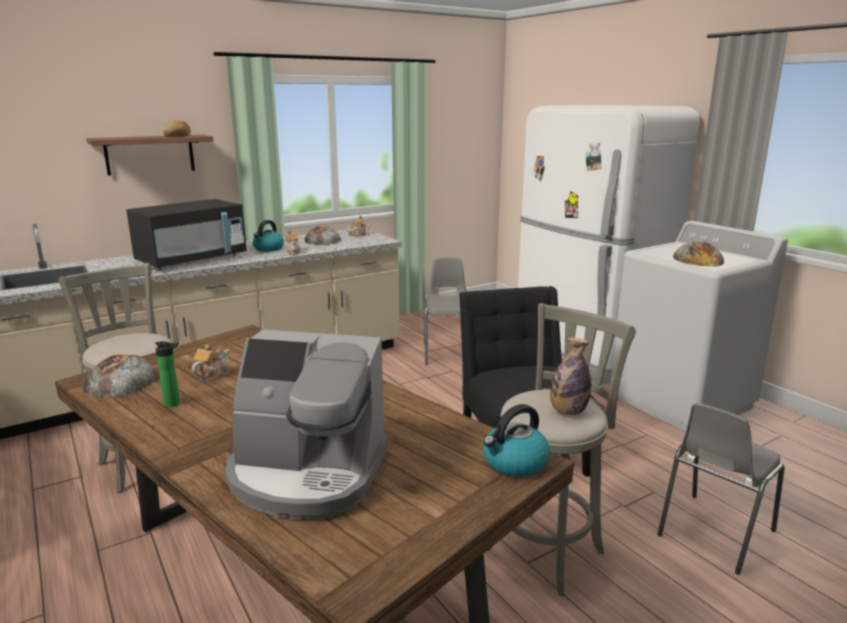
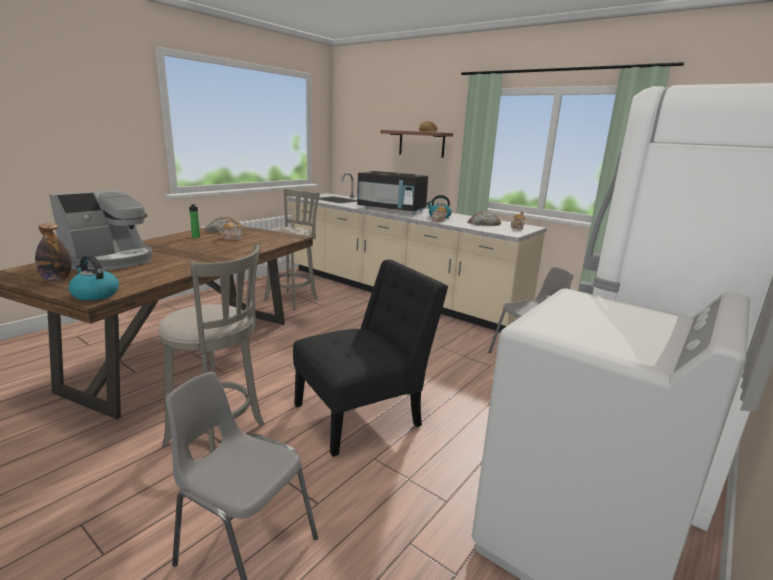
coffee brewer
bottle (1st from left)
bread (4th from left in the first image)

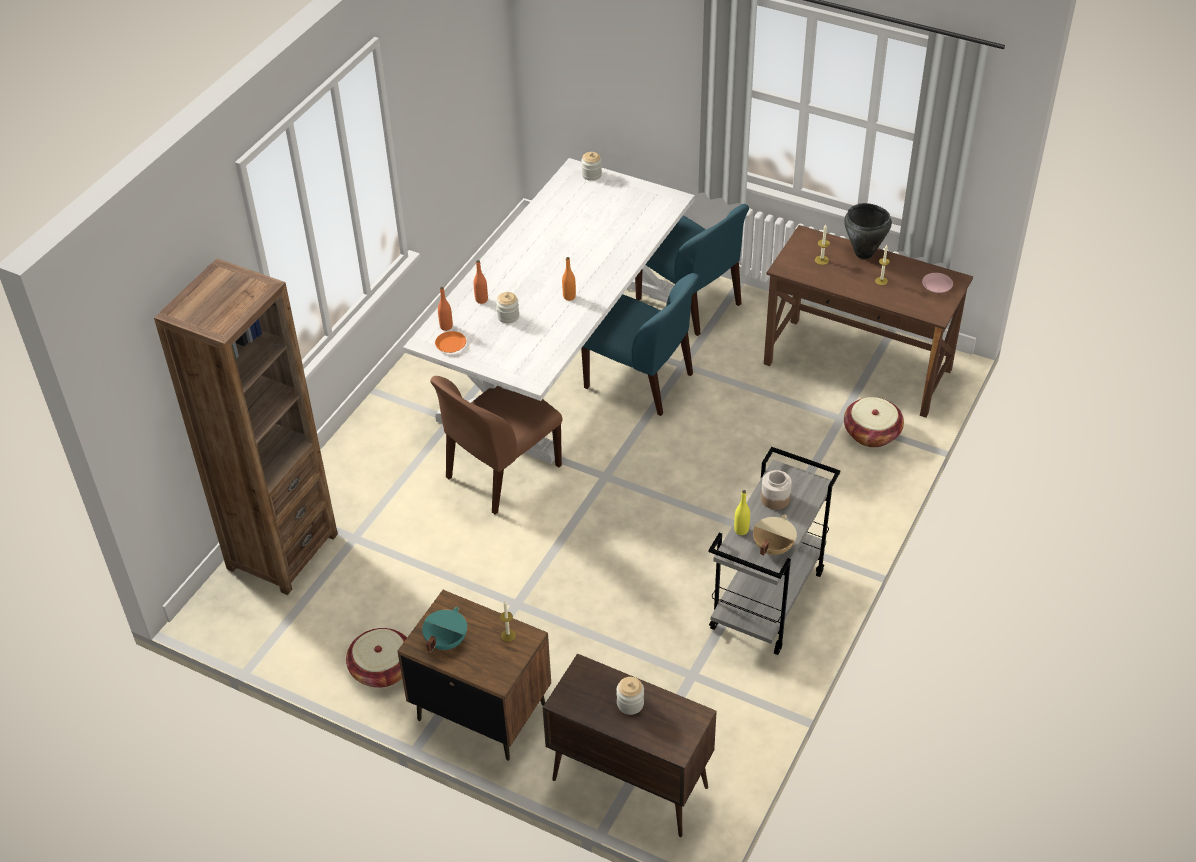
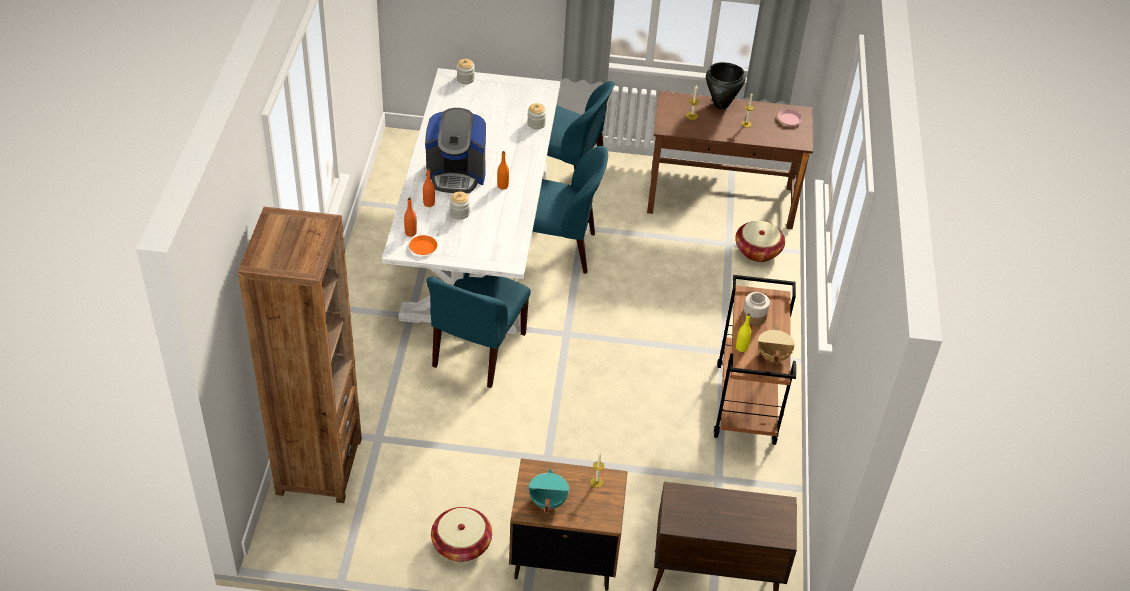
bluish chair (1st from left)
jar (3rd from left)
brown wheeled cart
coffee brewer

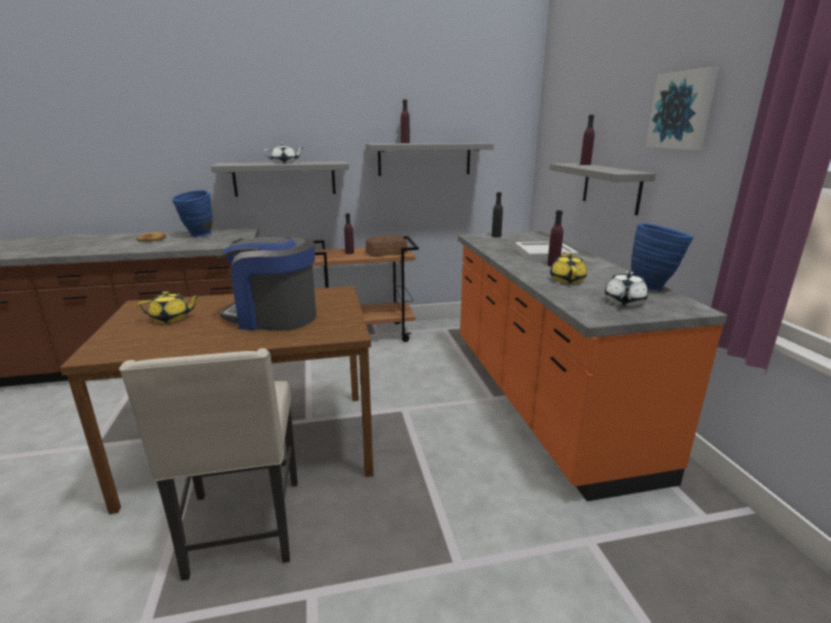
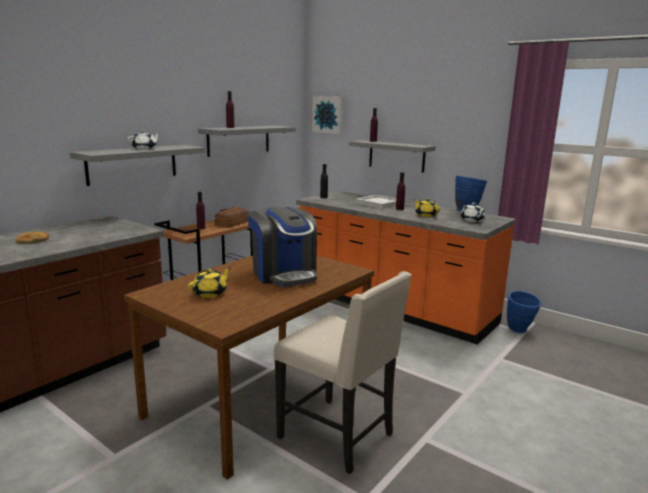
bluish decorative vase (2nd from left)
coffee brewer
wall art

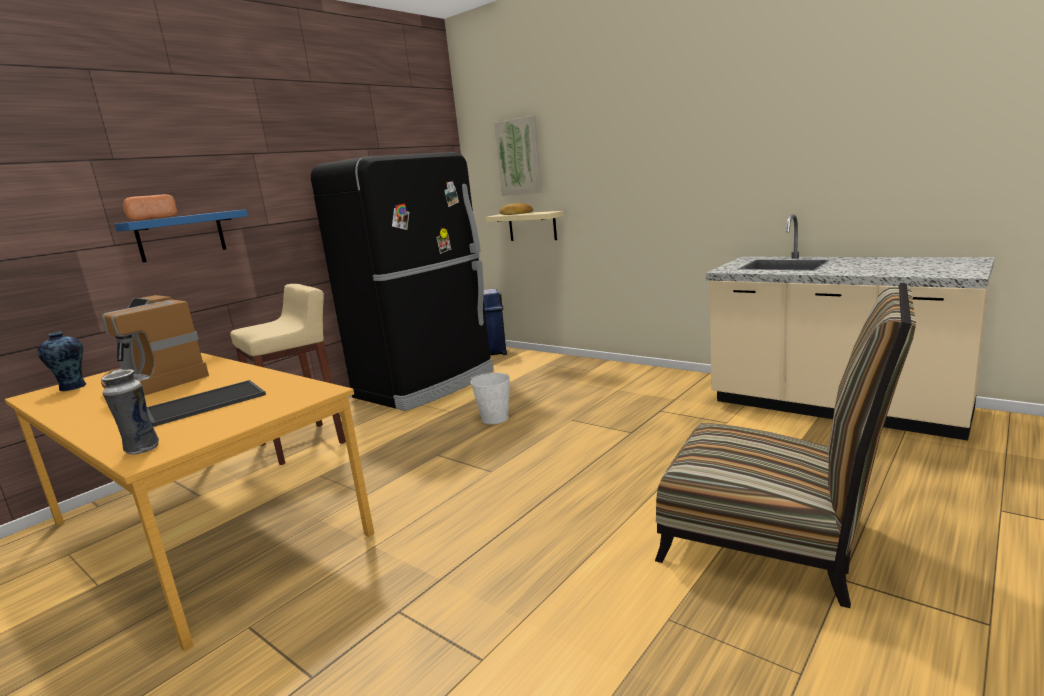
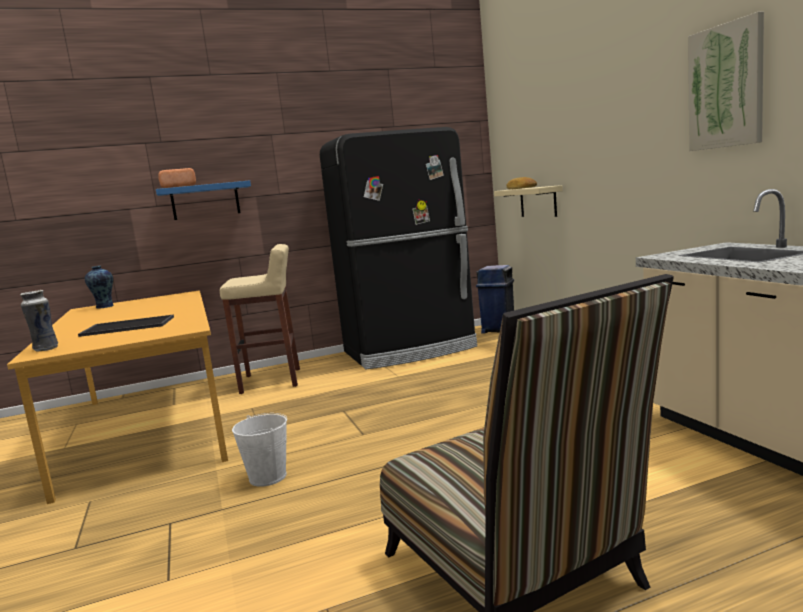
coffee brewer
white-coloured water bucket
wall art

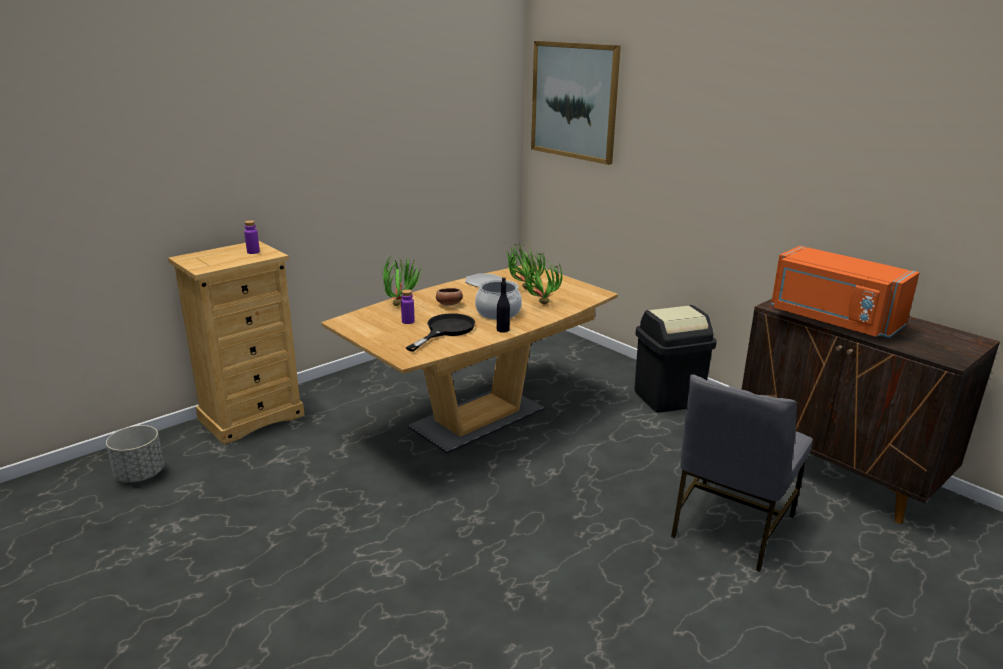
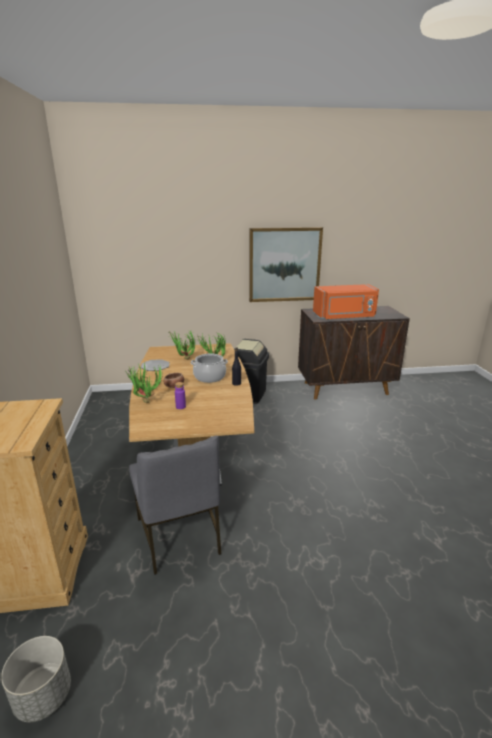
purple-coloured bottle (1st from left in the first image)
blackish skillet
wall art
greyish chair

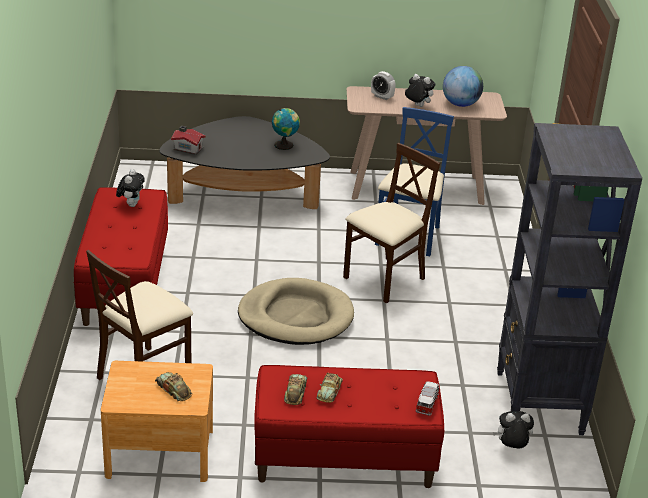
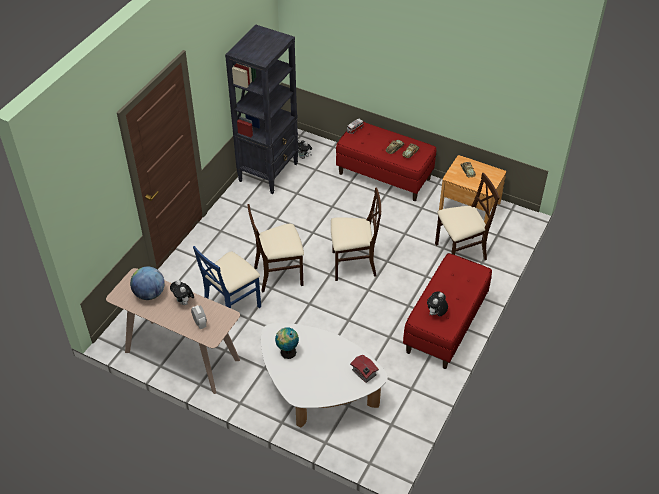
white-coloured coffee table
beige chair (2nd from left)

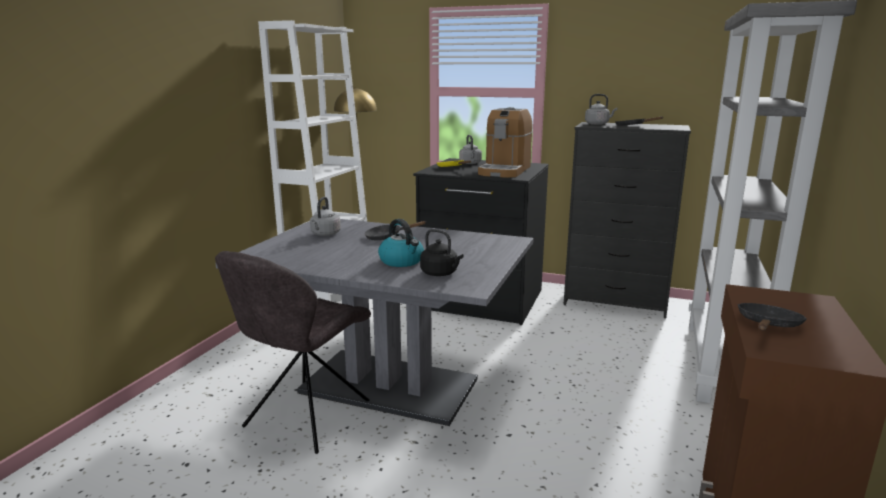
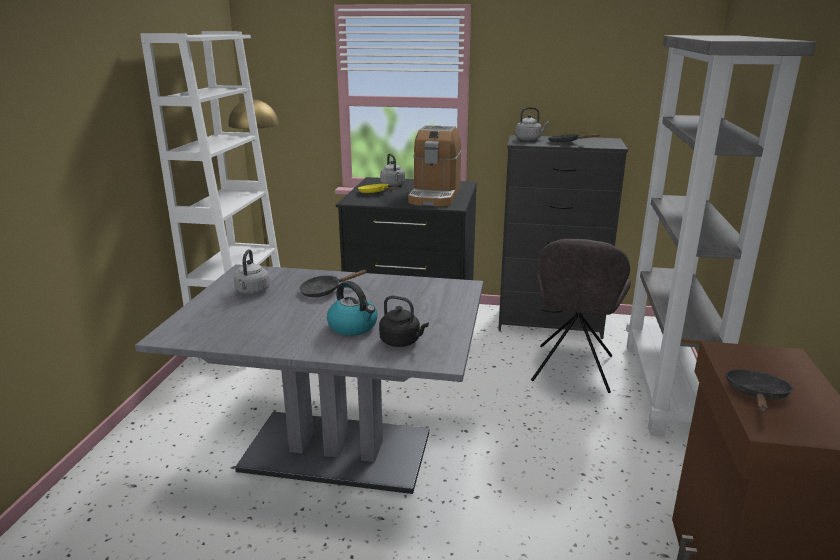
greyish chair

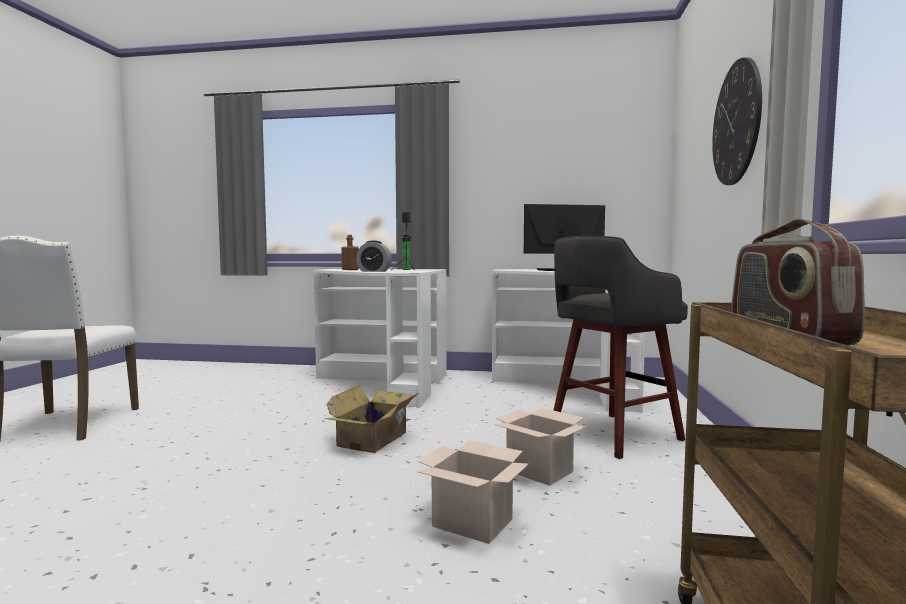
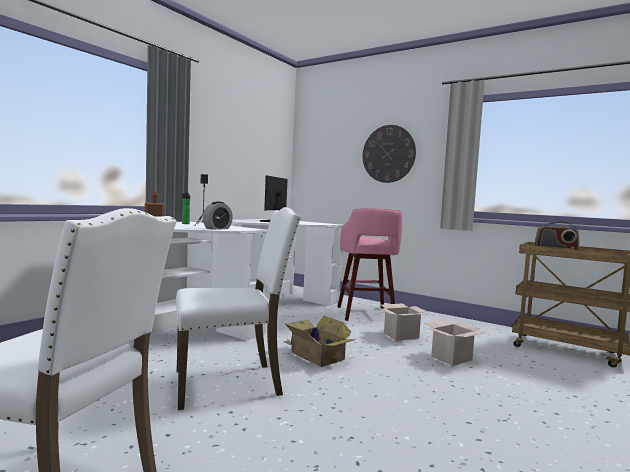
pink-coloured sitting stool
white-coloured chair (2nd from left)

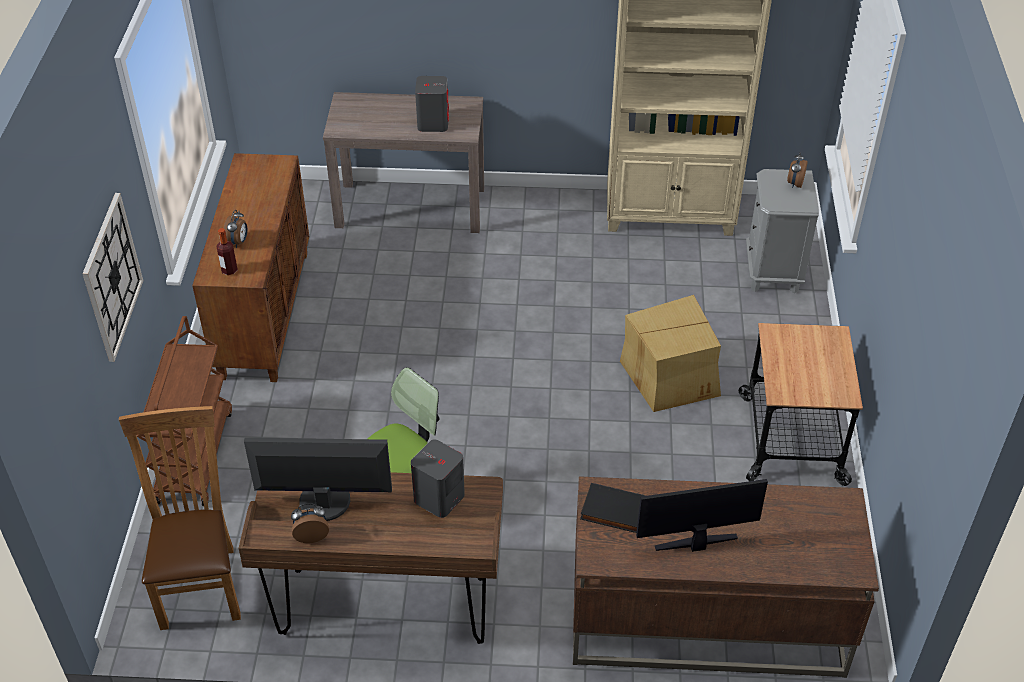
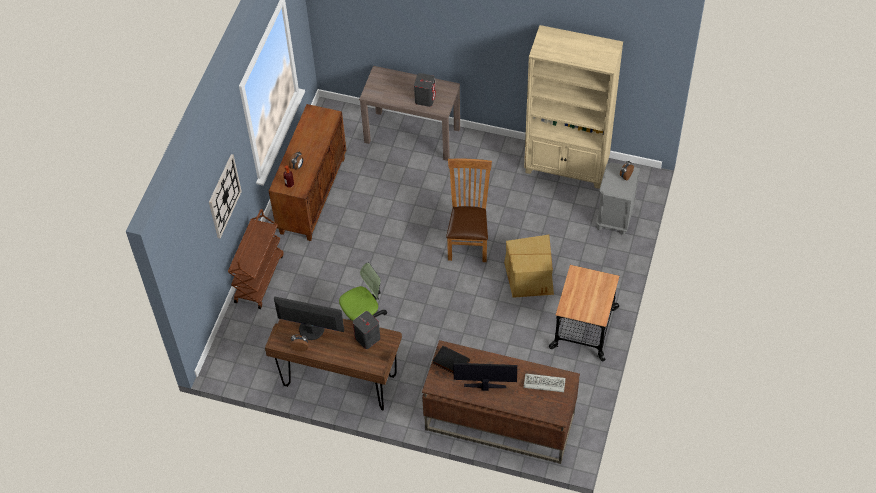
brown chair
computer keyboard

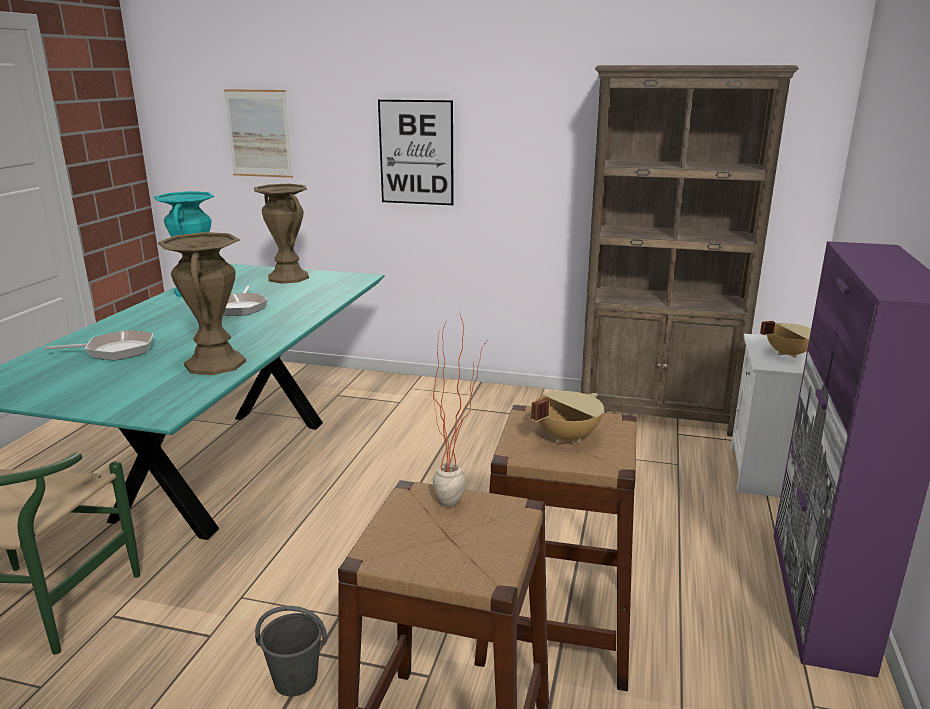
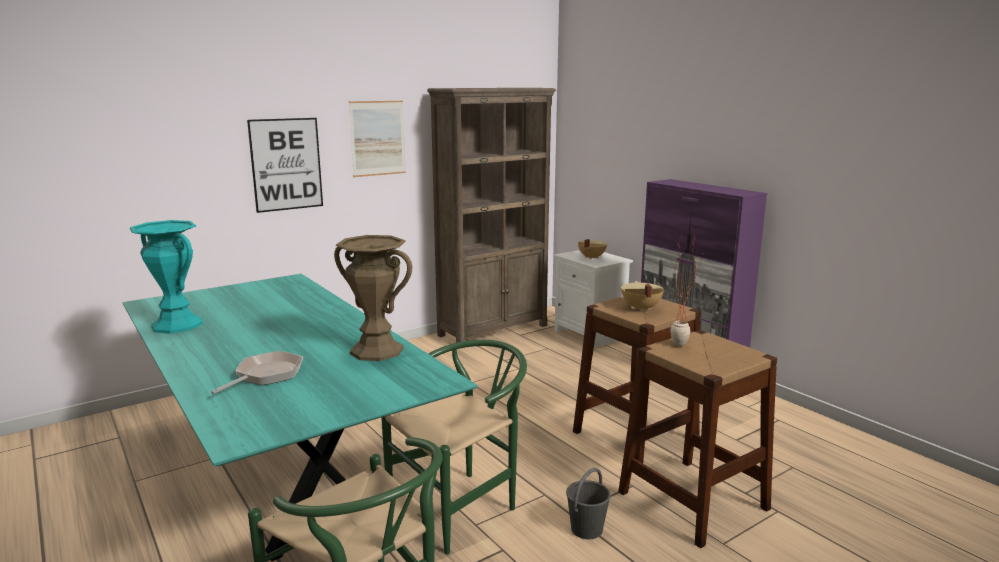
skillet (2nd from left in the first image)
wall art (2nd from left)
brown decorative vase (2nd from left in the first image)
greenish chair (2nd from left)

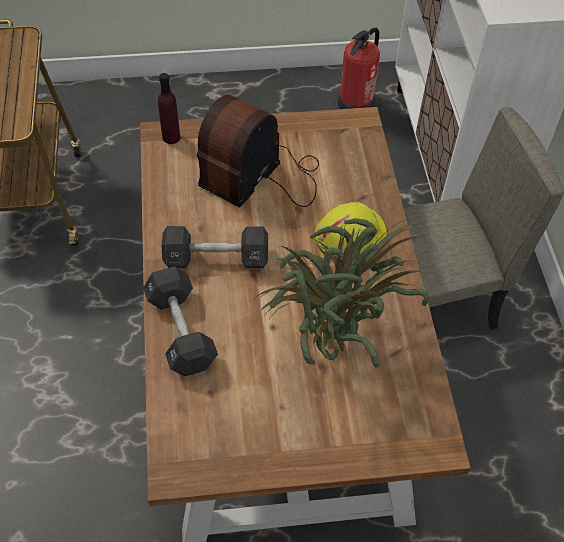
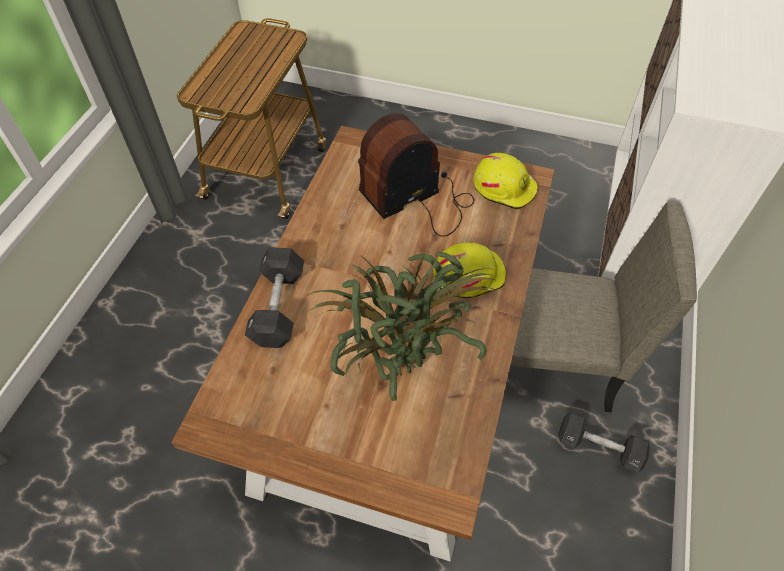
purple-coloured bottle
blackish dumbbell (2nd from left)
extinguisher
yellowish hard hat (2nd from left)

